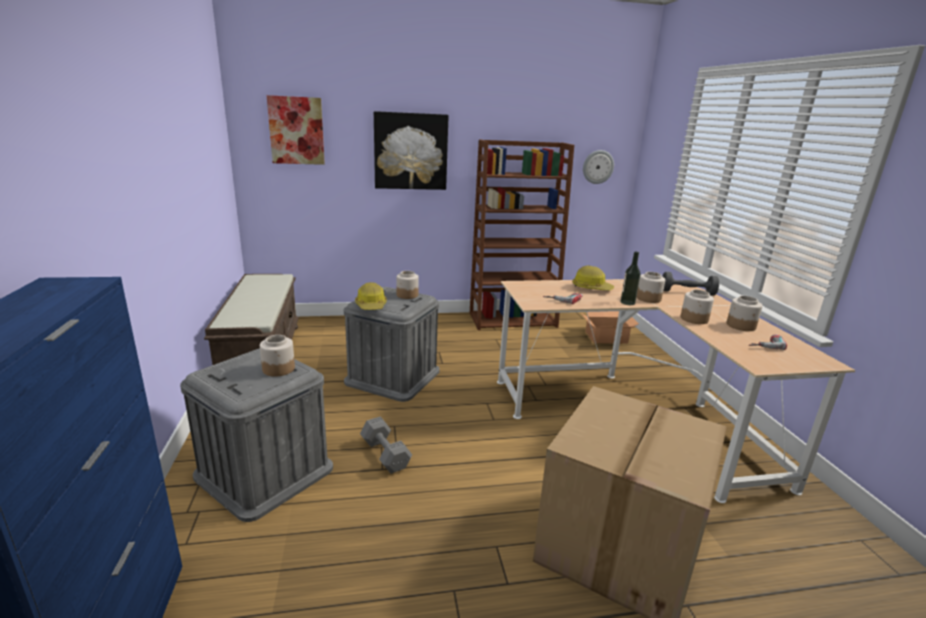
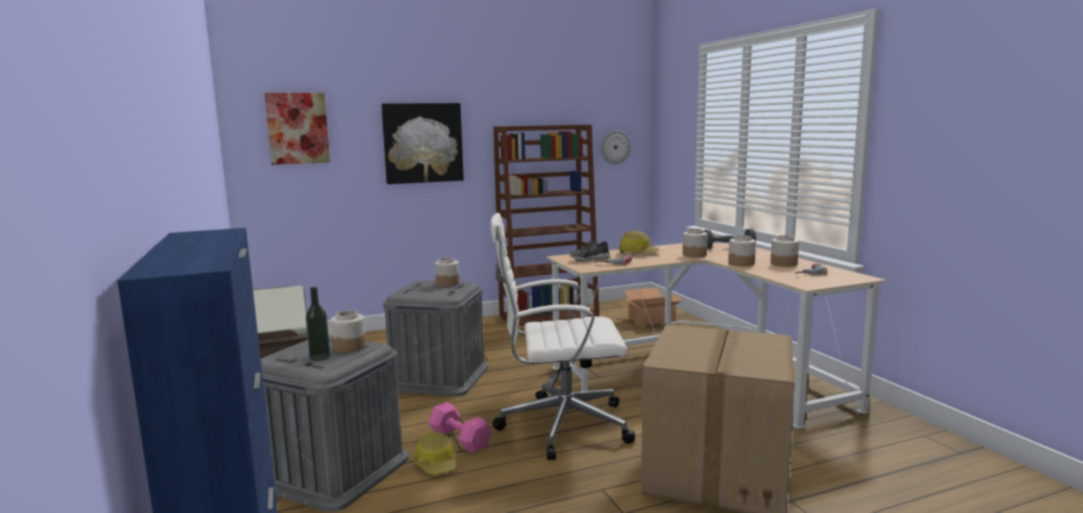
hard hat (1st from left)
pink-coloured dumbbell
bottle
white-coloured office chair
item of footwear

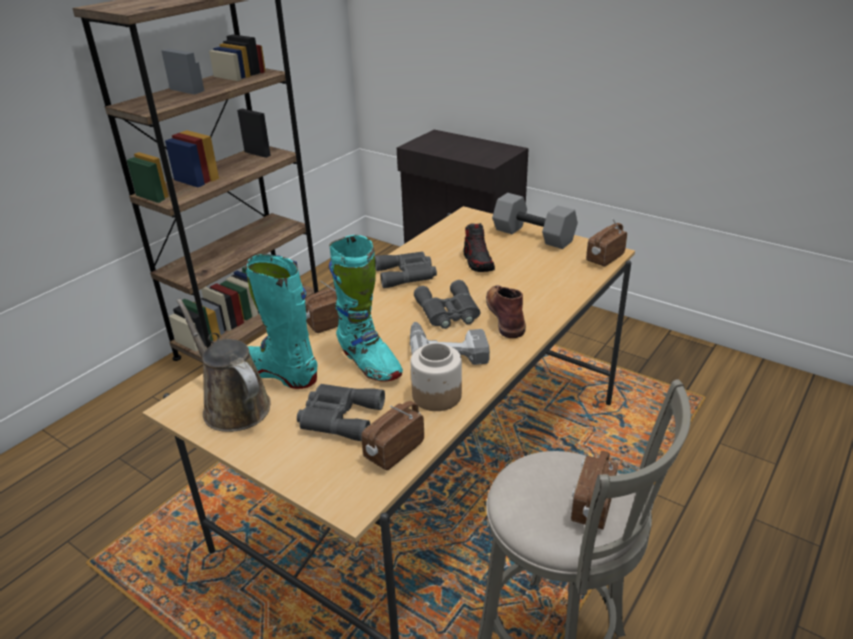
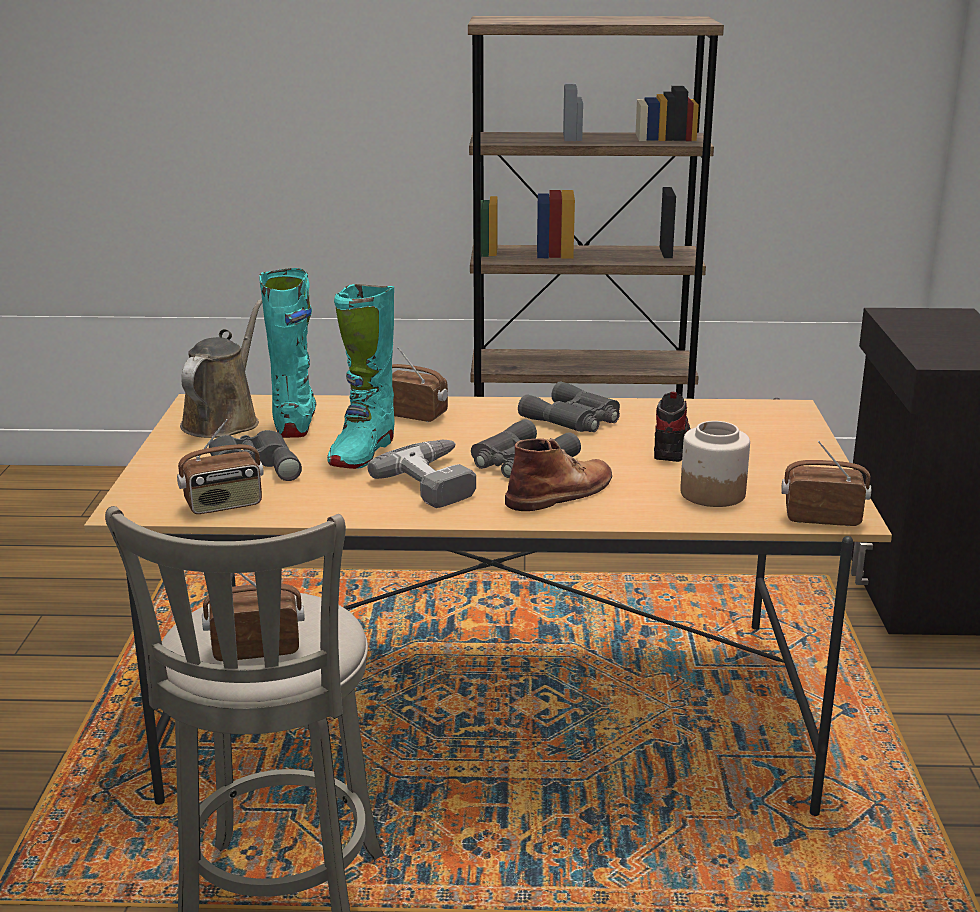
radio (1st from left)
jar
item of footwear
greyish dumbbell

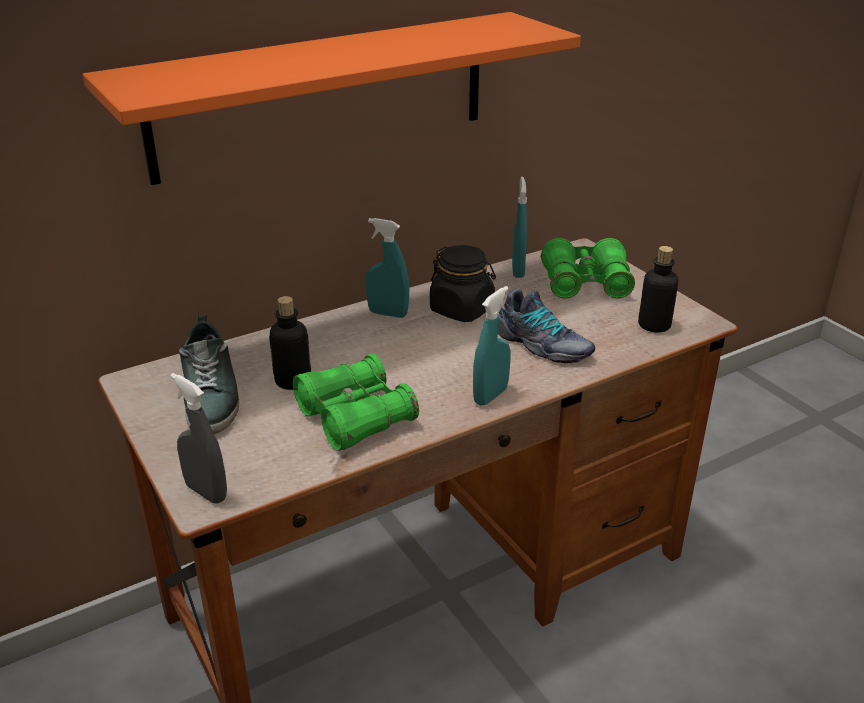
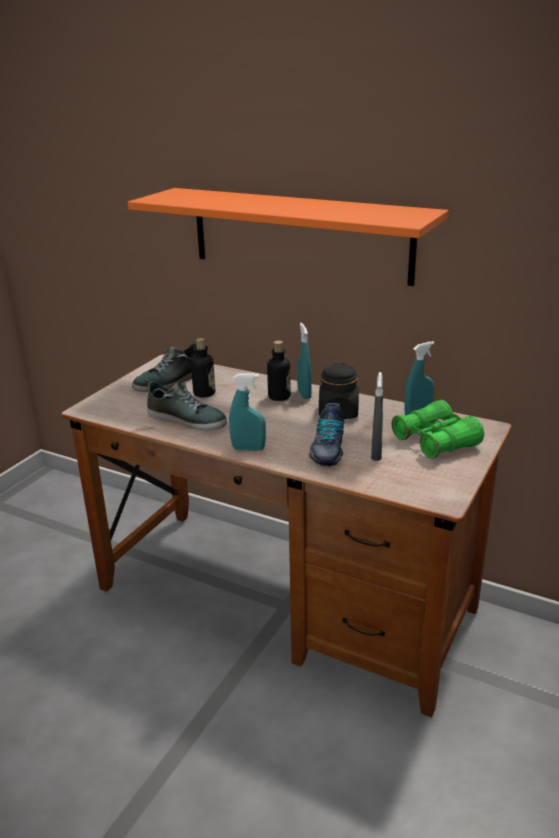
greyish hand sprayer
item of footwear (2nd from left)
bottle (2nd from left)

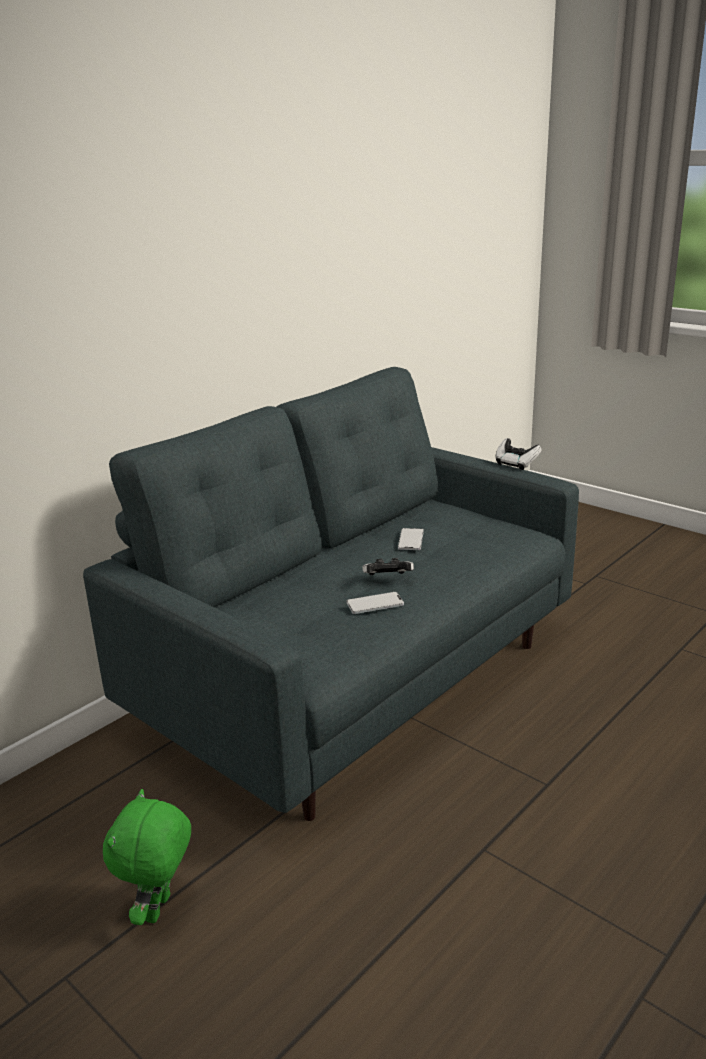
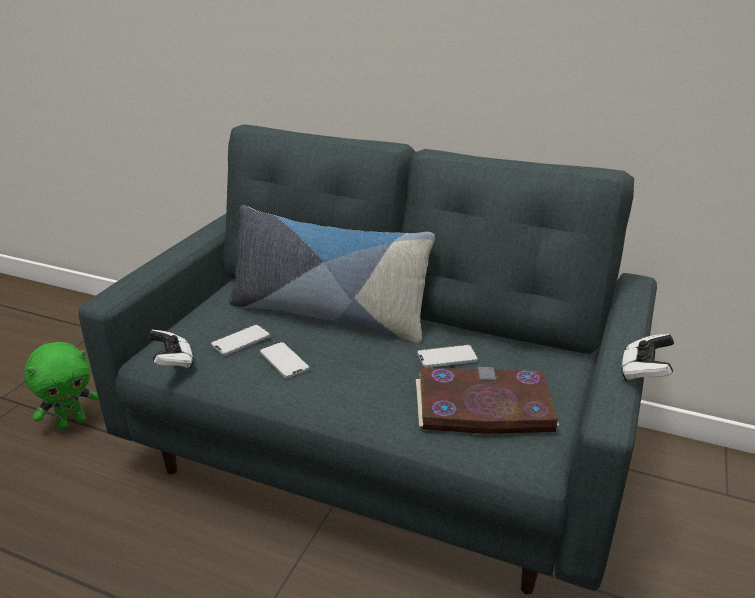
greenish plush toy
game controller (1st from left)
telephone (1st from left)
pillow
book

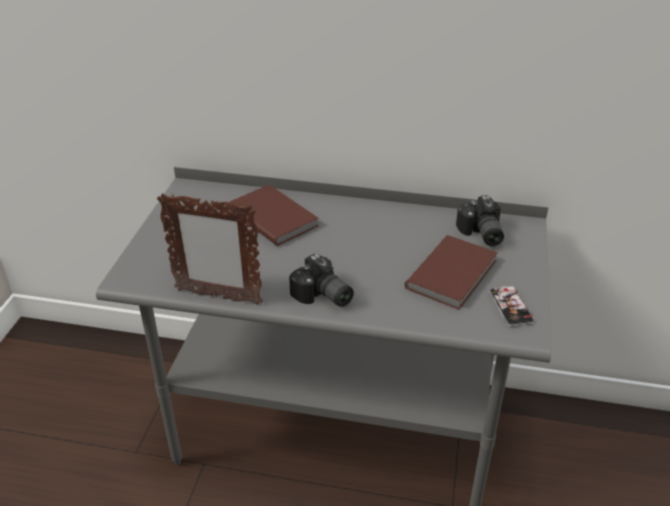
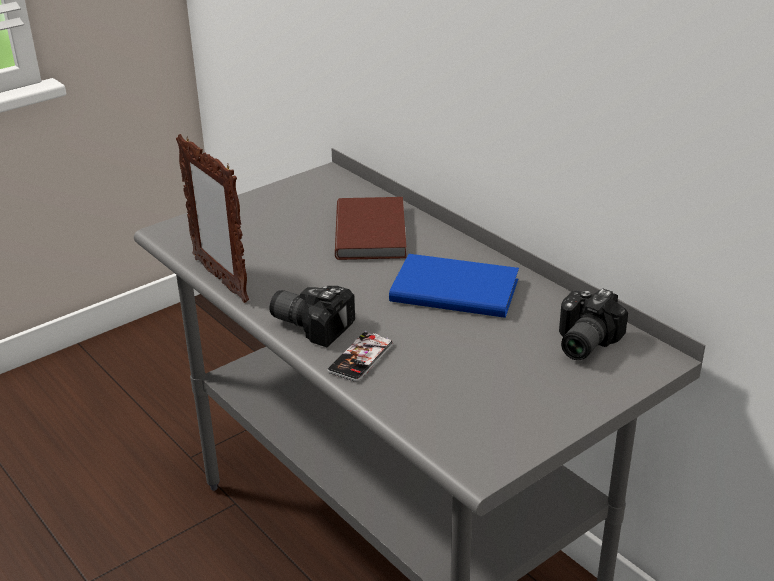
still camera (1st from left)
brown book (2nd from left in the first image)
telephone
bluish book

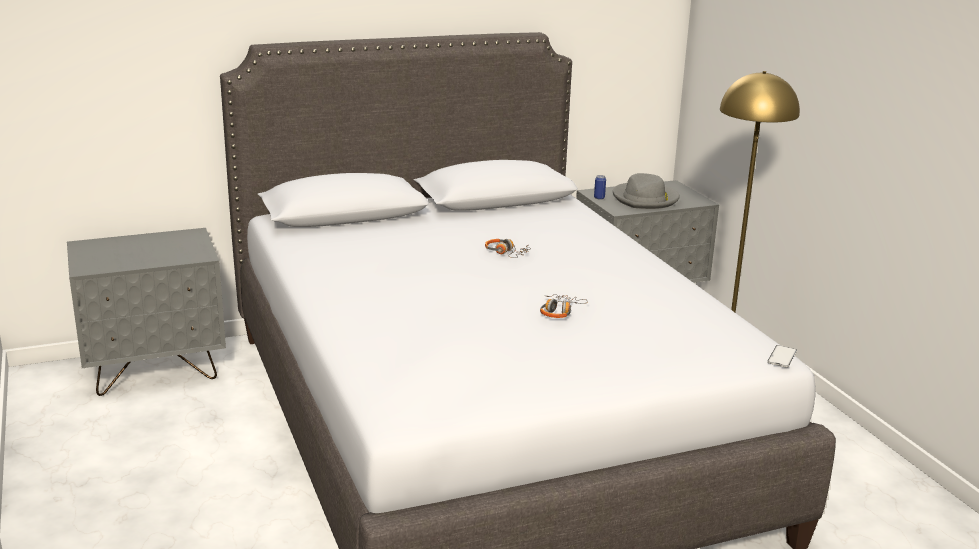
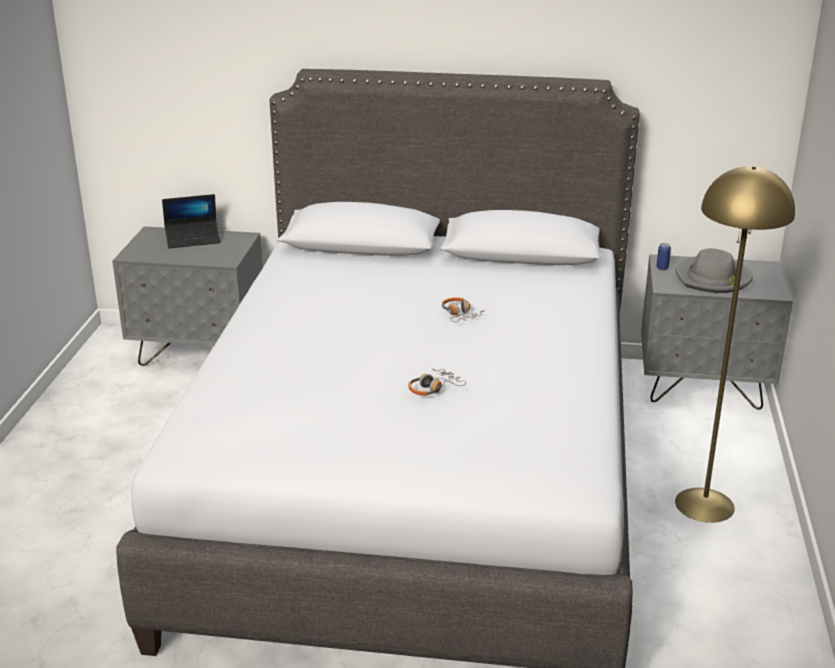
telephone
notebook computer

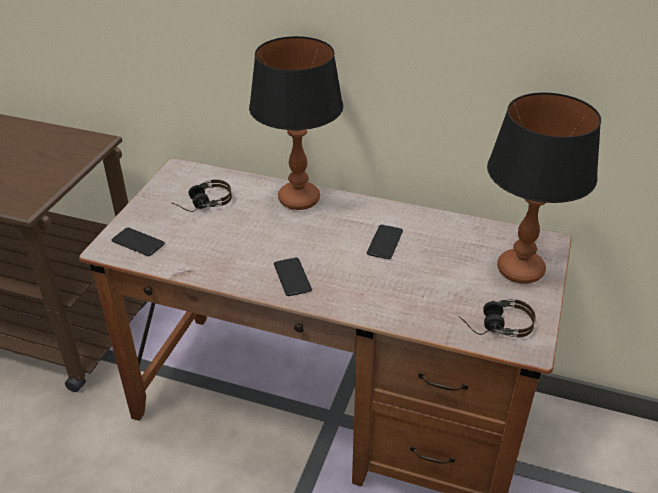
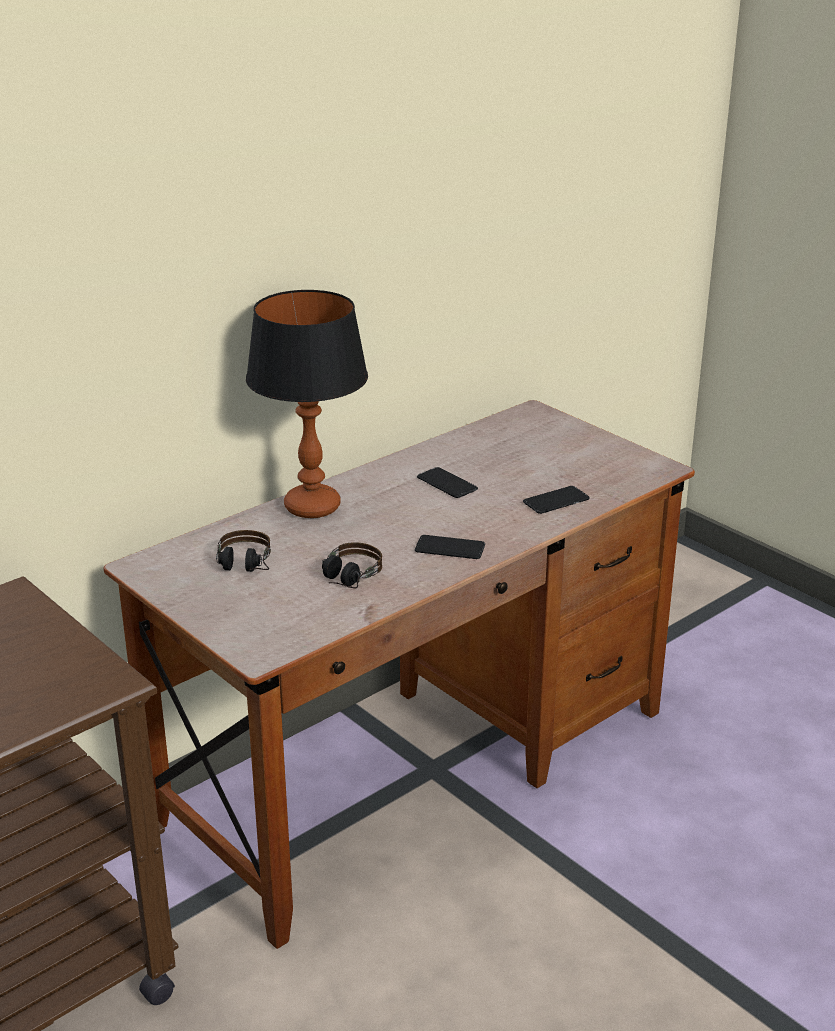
telephone (3rd from left)
headset (2nd from left)
lamp for a table (2nd from left in the first image)

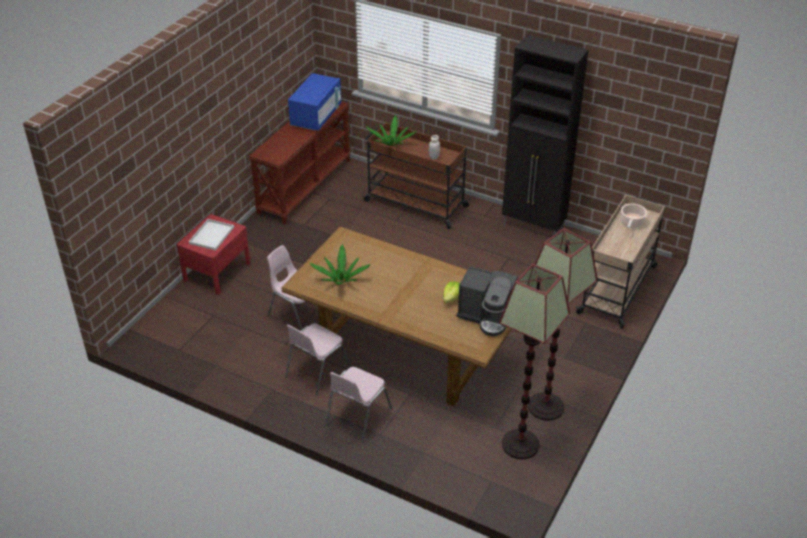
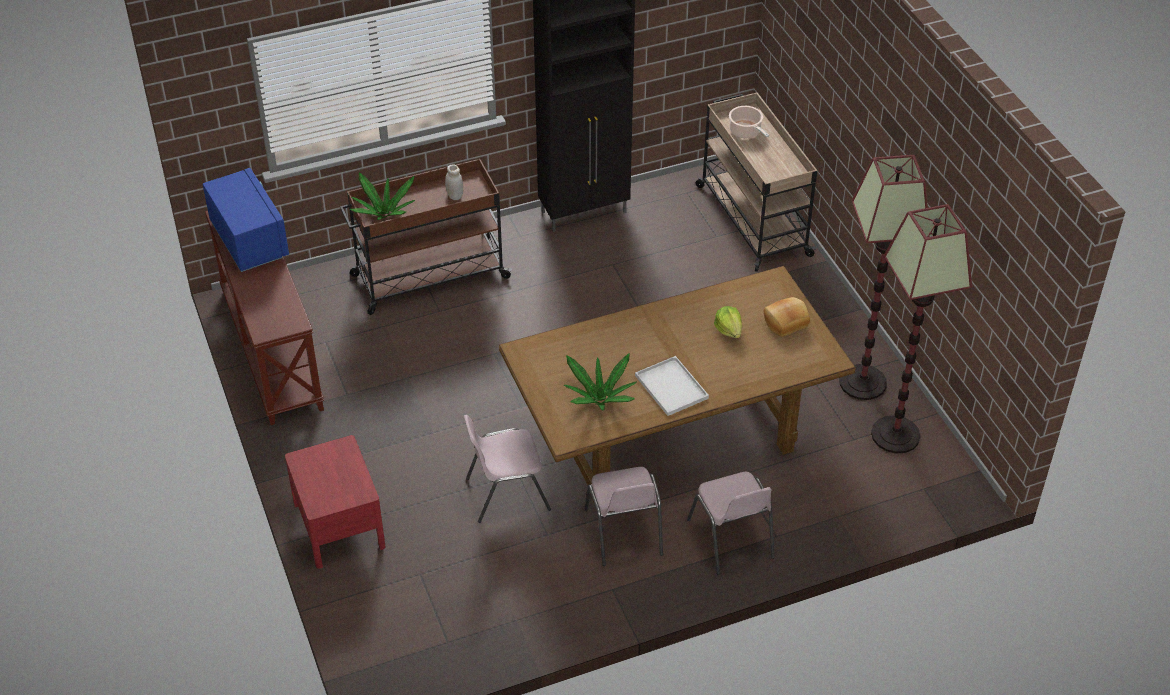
white-coloured carrying tray
bread

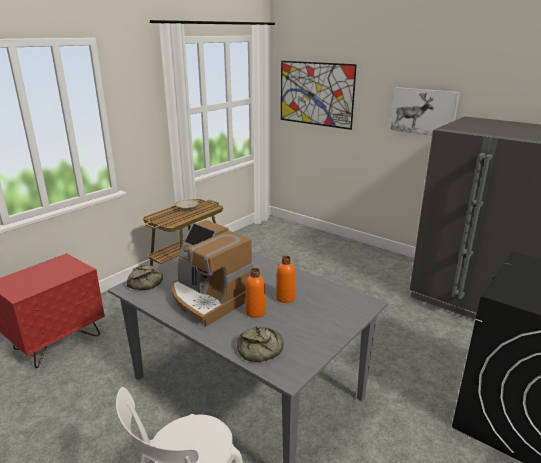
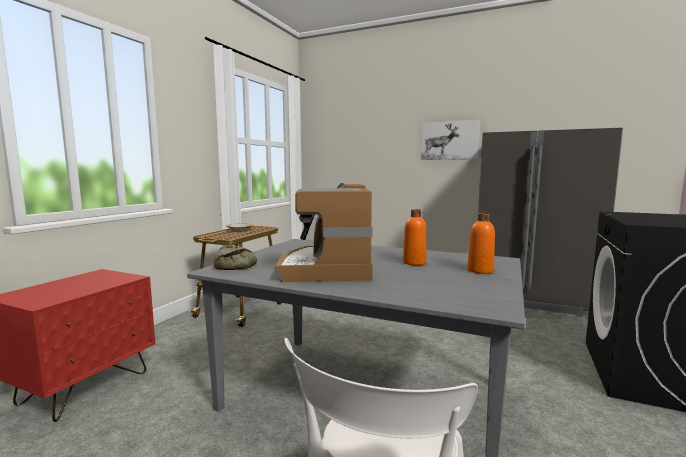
coffee brewer
bread (2nd from left in the first image)
orange bottle (2nd from left)
wall art (1st from left in the first image)

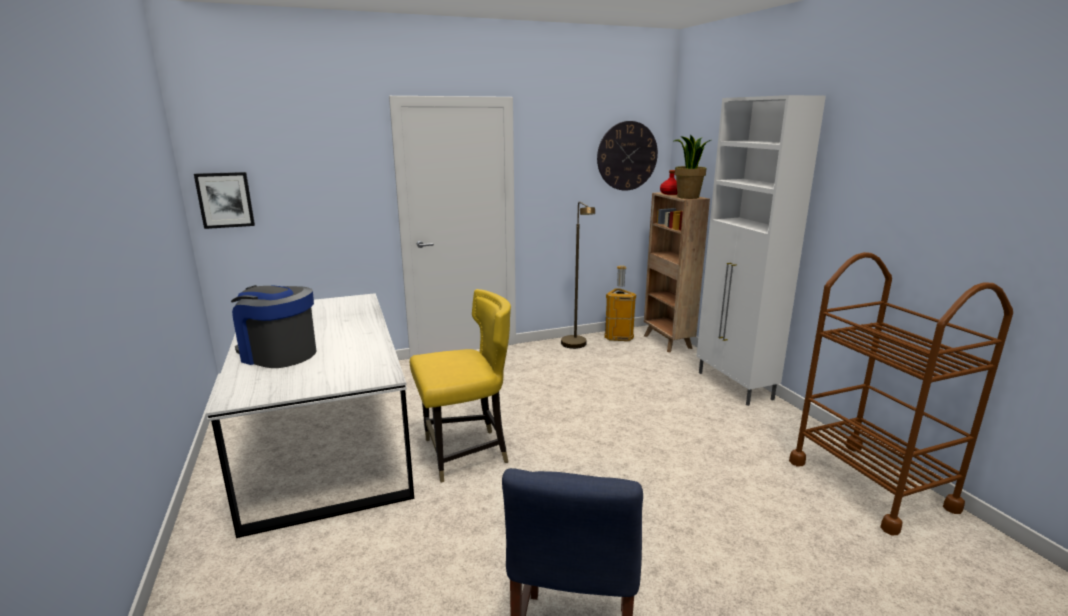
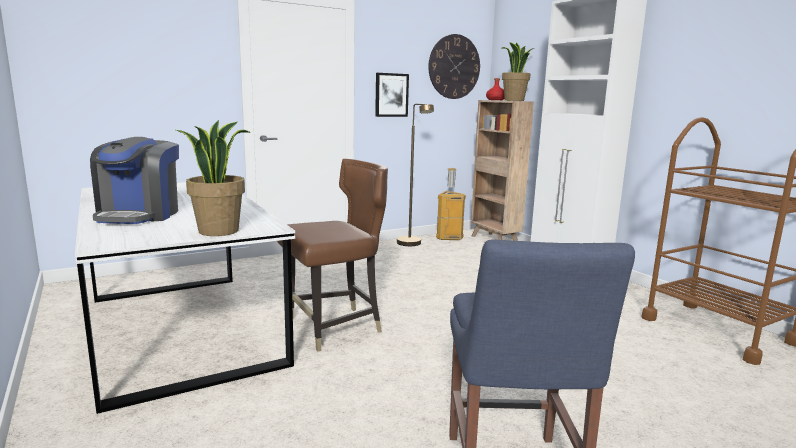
wall art
coffee brewer
brown chair
houseplant (1st from left)

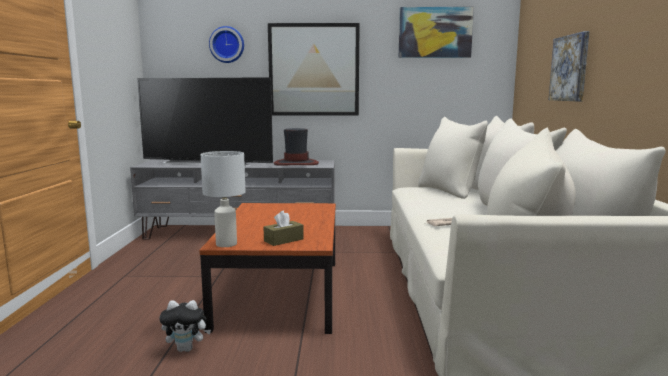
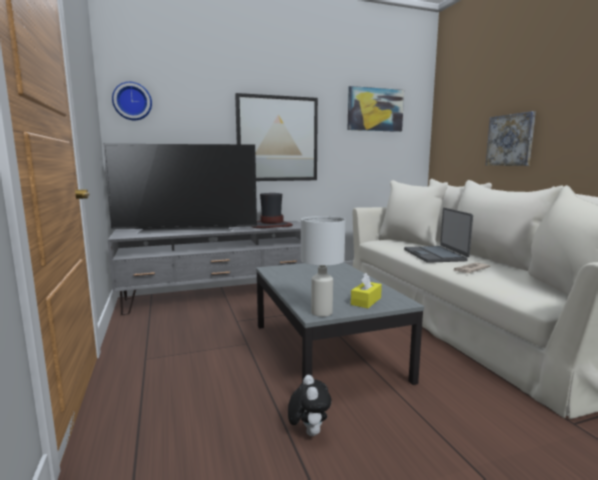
plush toy
greyish coffee table
wall clock
yellowish box of tissues
notebook computer

